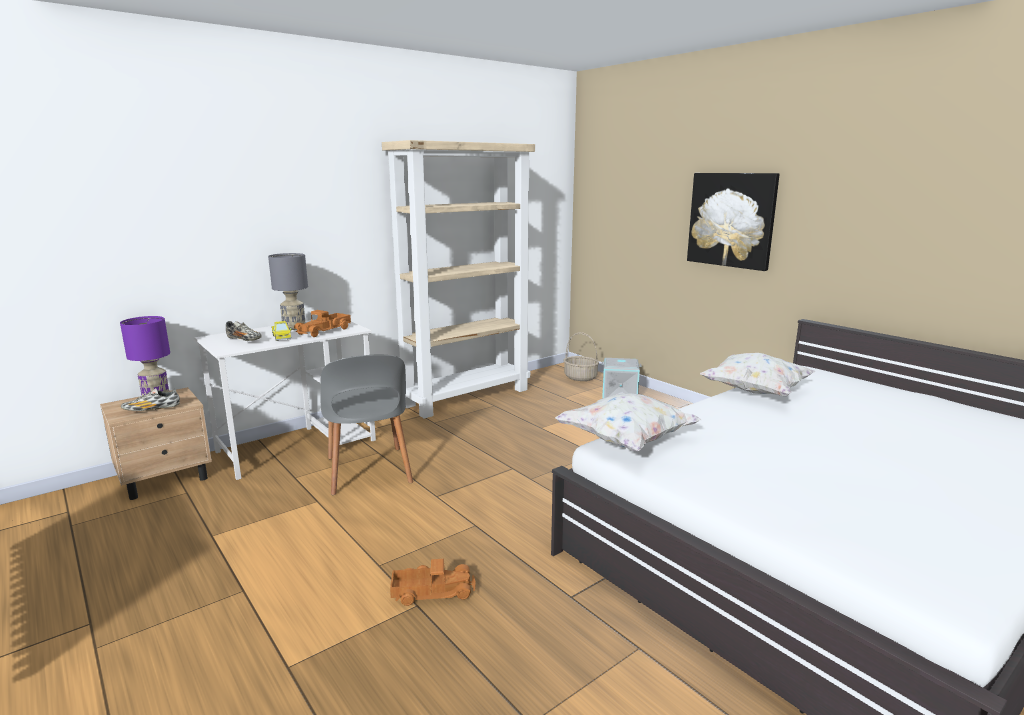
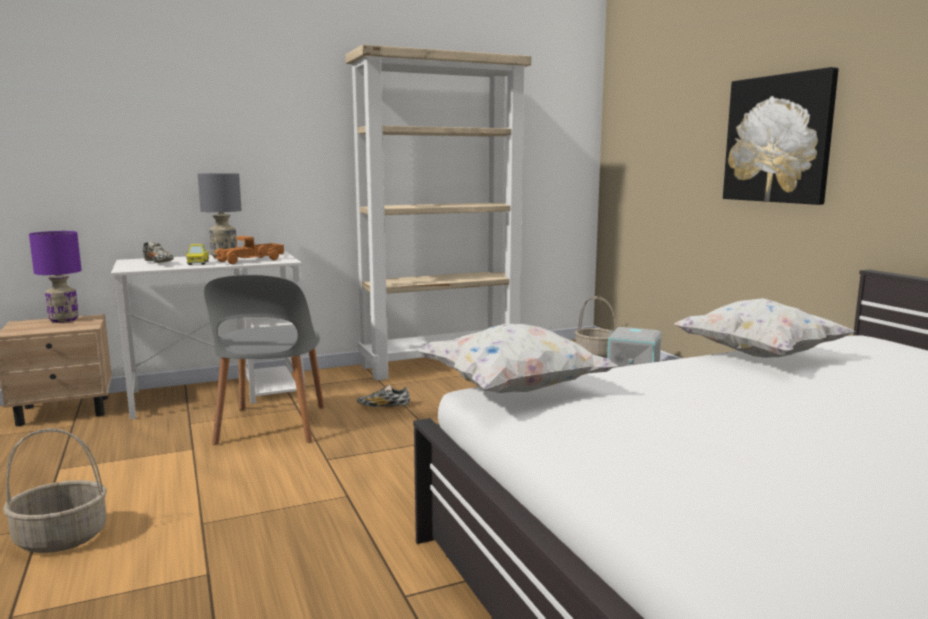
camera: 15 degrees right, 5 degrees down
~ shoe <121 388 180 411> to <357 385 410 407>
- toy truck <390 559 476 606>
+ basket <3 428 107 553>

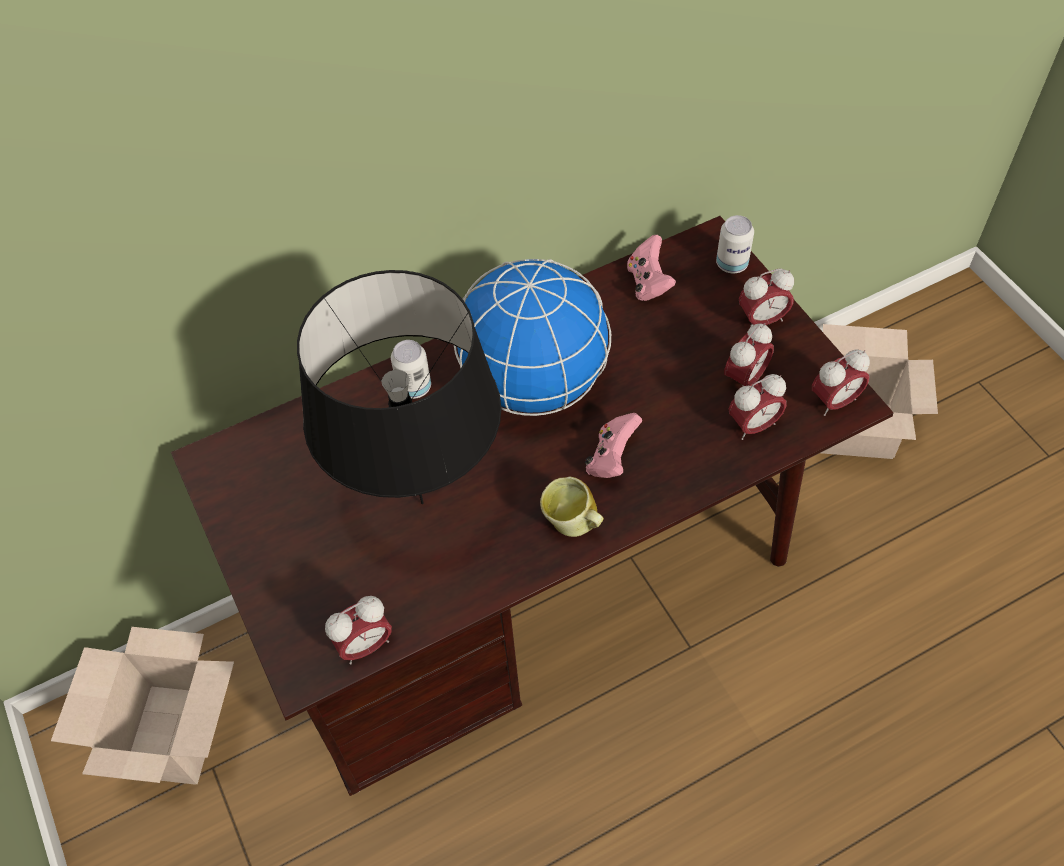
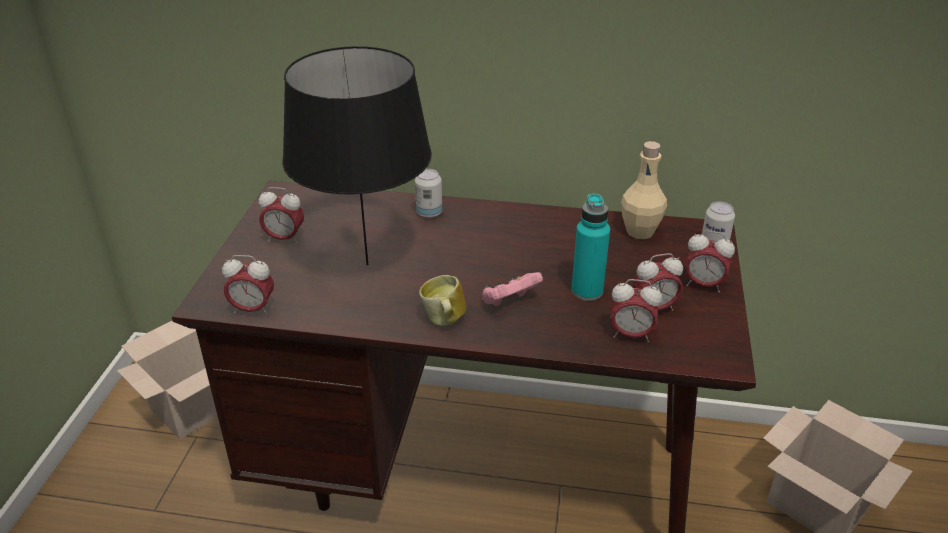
camera: 35 degrees right, 20 degrees down
- globe <454 259 611 416>
~ game controller in pink <627 235 676 301> to bottle in beige <621 141 667 239>
~ alarm clock <812 349 870 416> to <258 187 304 244>
+ bottle in turquoise <571 193 610 301>

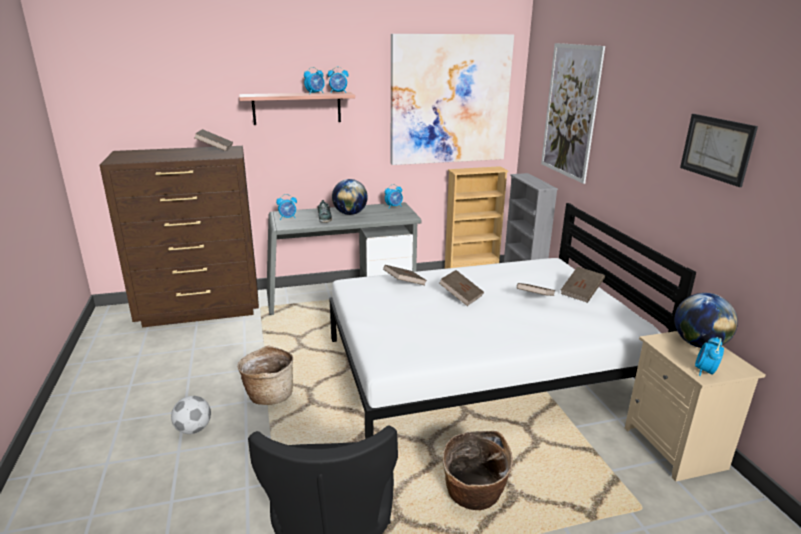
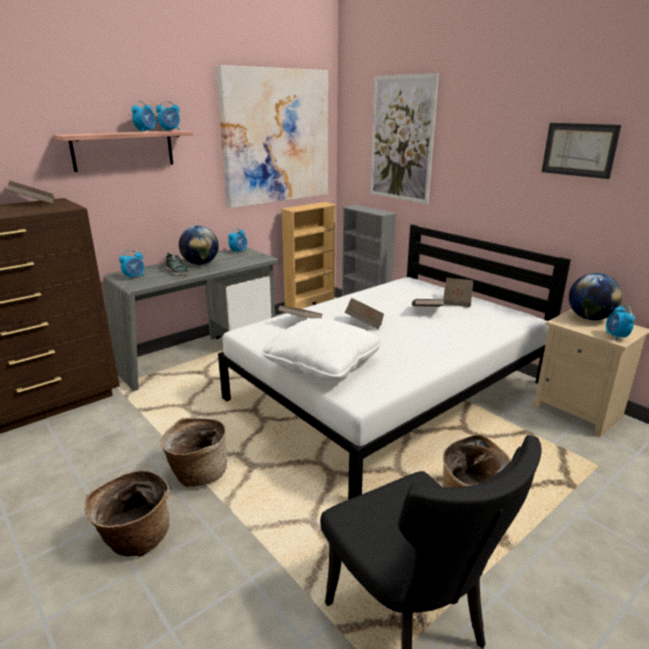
camera: 25 degrees left, 0 degrees up
~ football <171 396 211 434> to basket <85 471 170 557>
+ pillow in white <261 318 383 381>

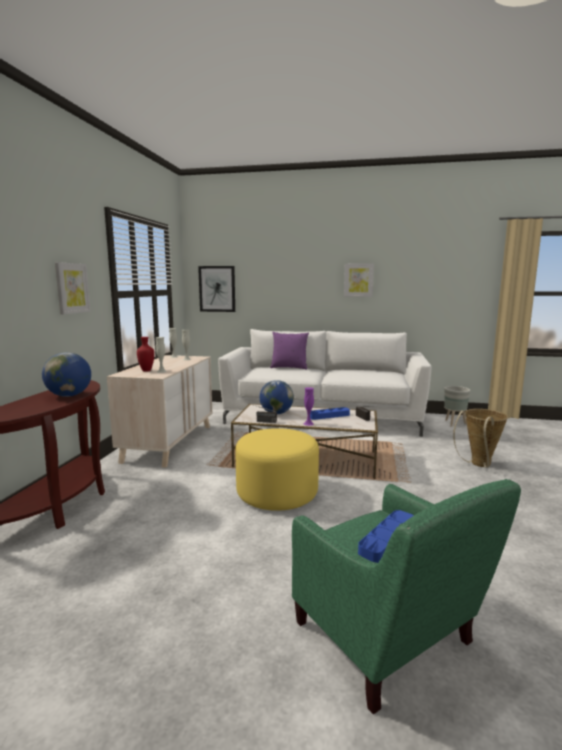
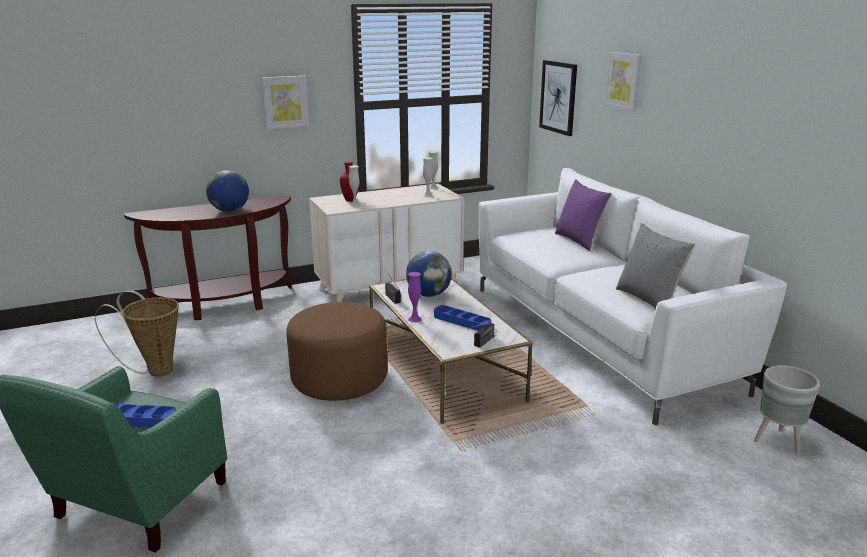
camera: 55 degrees right, 10 degrees up
~ ottoman in yellow <235 428 319 511> to ottoman in brown <287 302 388 401>
~ picture <344 263 374 297> to <604 52 642 111>
~ basket <453 409 508 468> to <95 290 179 377>
+ pillow in grey <616 223 695 308>

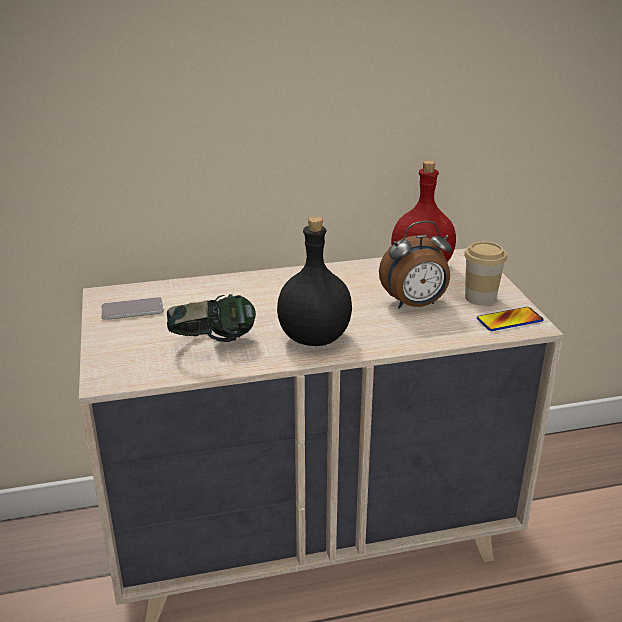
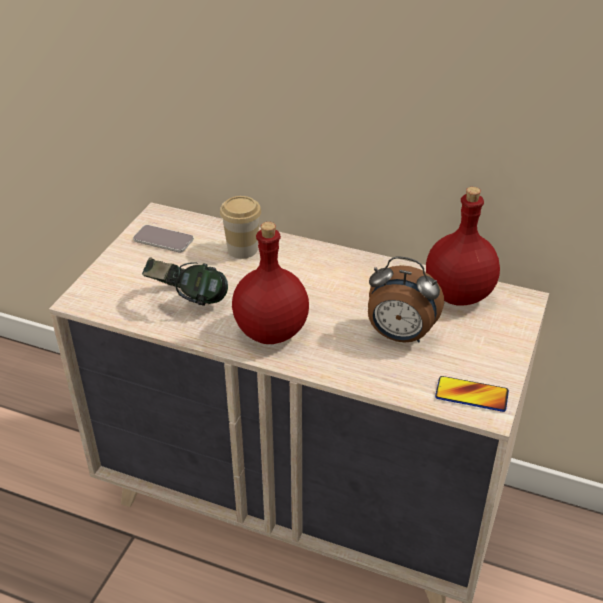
camera: 35 degrees right, 10 degrees up
~ bottle in black <277 217 352 346> to bottle in red <232 222 309 344>
~ cup <464 242 507 306> to <220 196 261 259>

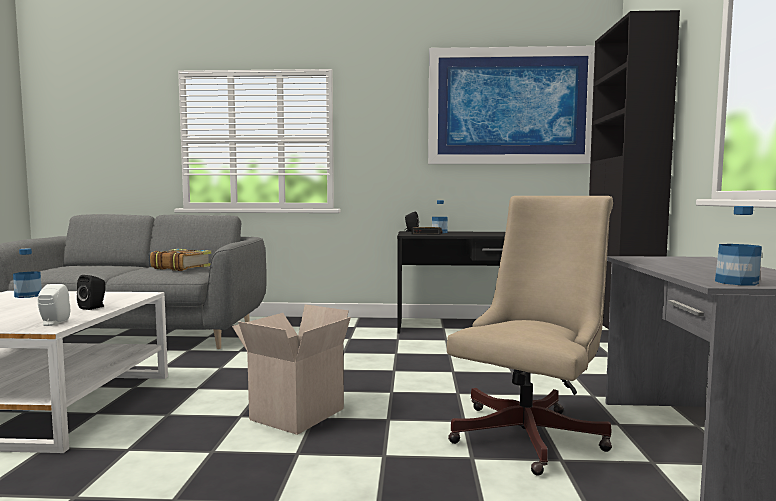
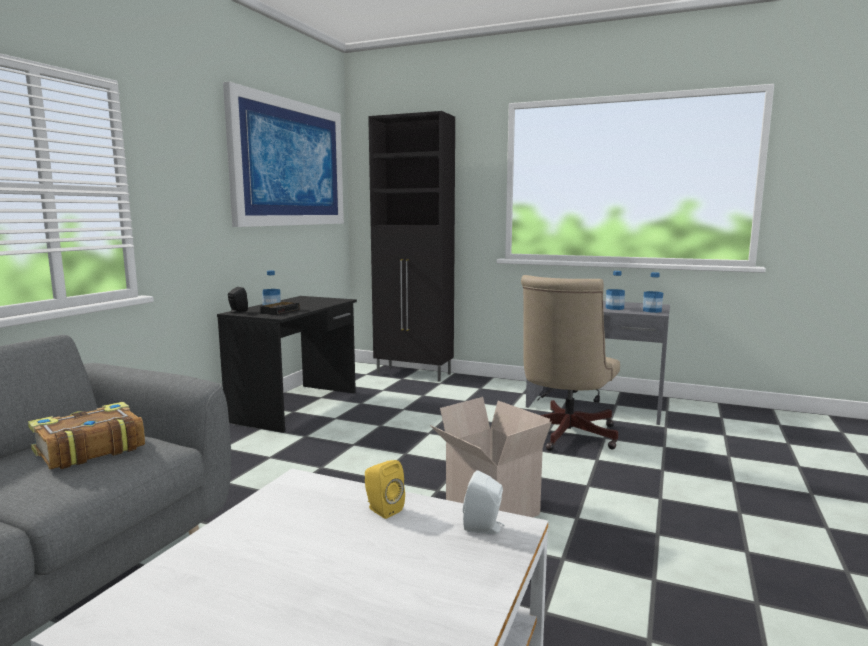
camera: 70 degrees left, 5 degrees up
~ bottle <13 248 42 298> to <606 271 625 310>
~ speaker in black <77 275 105 310> to speaker in yellow <365 460 405 519>
~ office chair in beige <447 196 613 476> = <521 275 620 451> 120 degrees counterclockwise

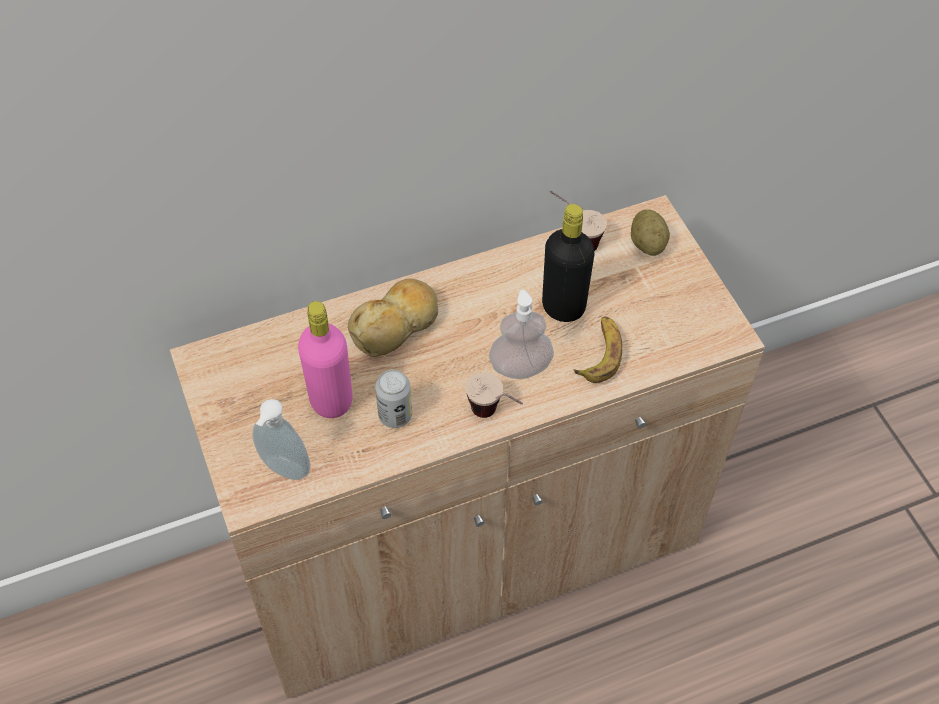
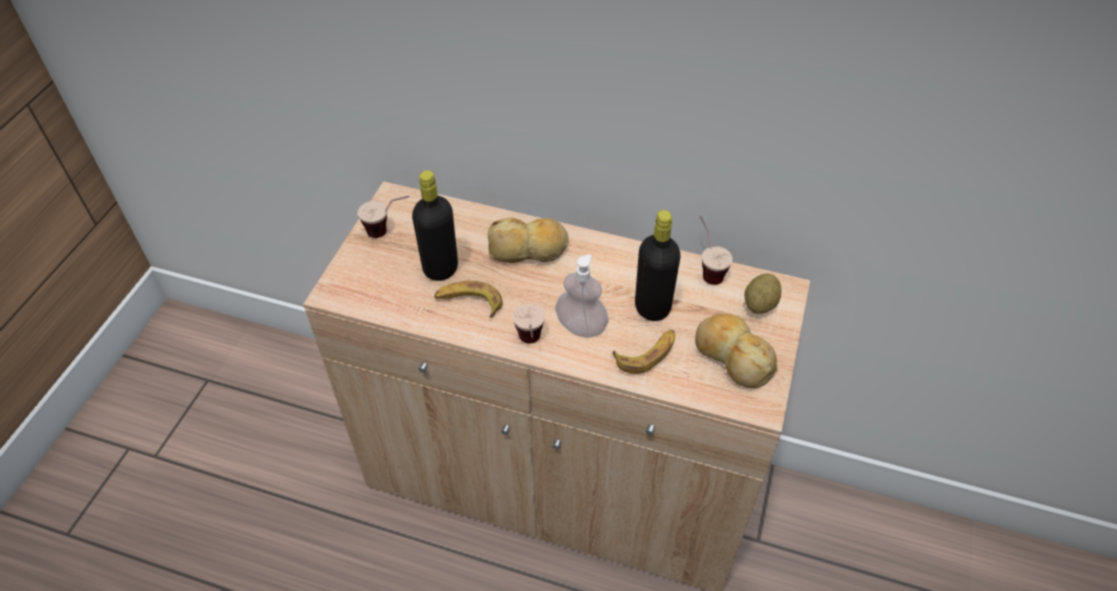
camera: 40 degrees right, 5 degrees down
- soap dispenser <252 399 311 480>
~ bottle in pink <298 301 352 418> to bottle in black <412 170 458 281>
~ can <375 370 412 428> to banana <434 281 503 318>
+ cup <357 196 409 238>
+ bread <695 314 778 389>

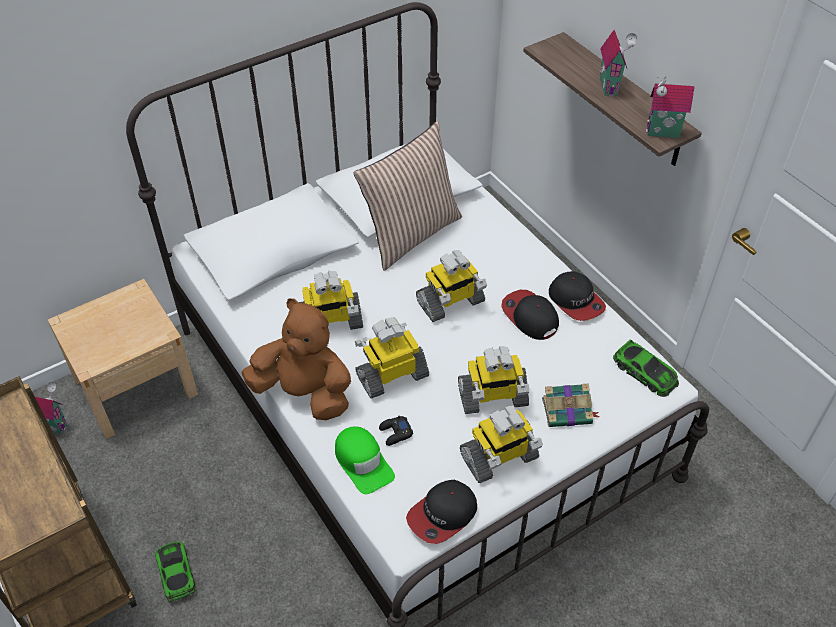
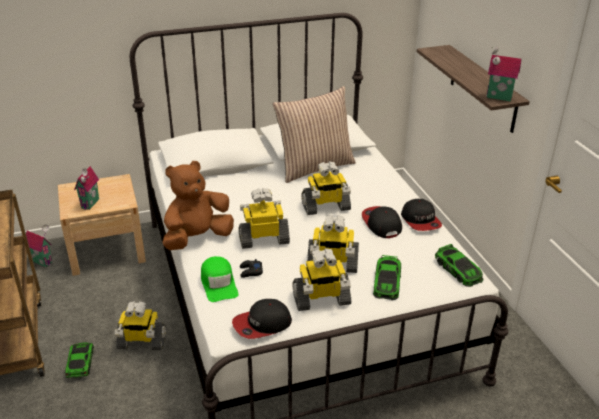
camera: 15 degrees right, 15 degrees down
~ plush toy in brown <242 298 351 420> = <162 161 234 250> 75 degrees counterclockwise
~ toy robot <299 271 363 330> to <115 301 167 350>
~ book <542 383 599 427> to toy car <373 255 401 300>
~ toy house <600 30 637 97> to <74 166 99 210>

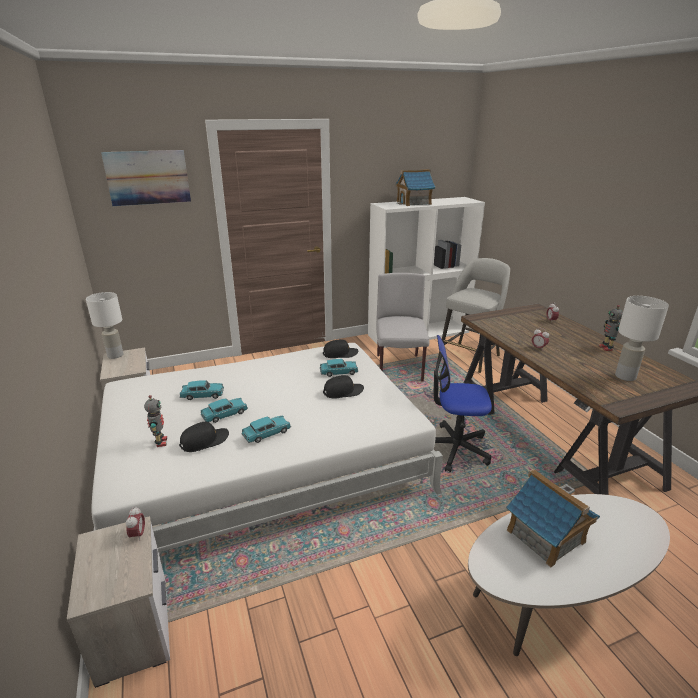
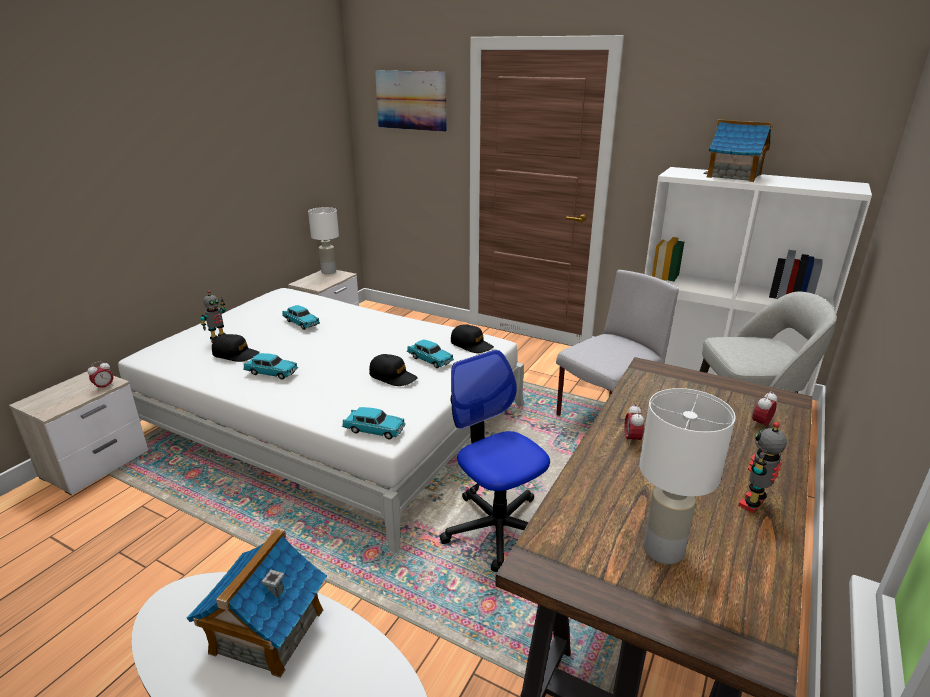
camera: 50 degrees right, 0 degrees up
~ toy car in turquoise <200 398 248 423> to <342 407 406 439>

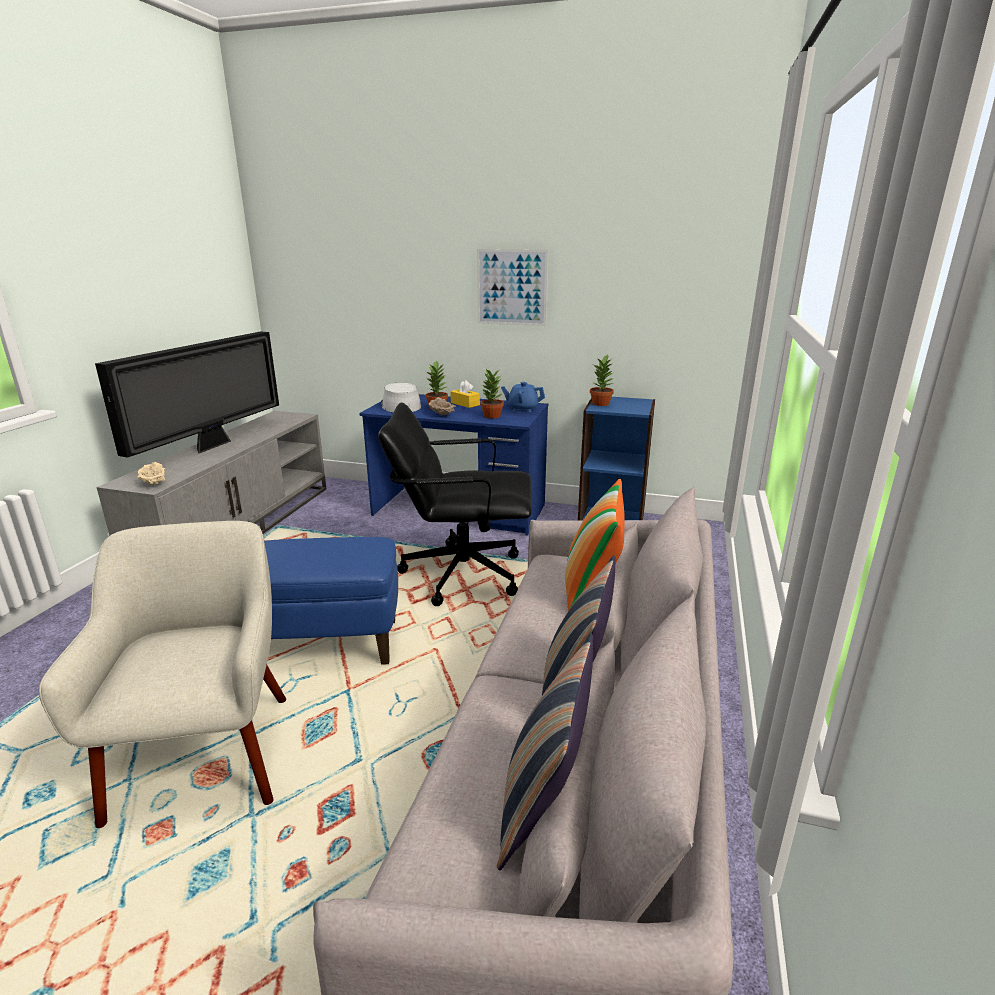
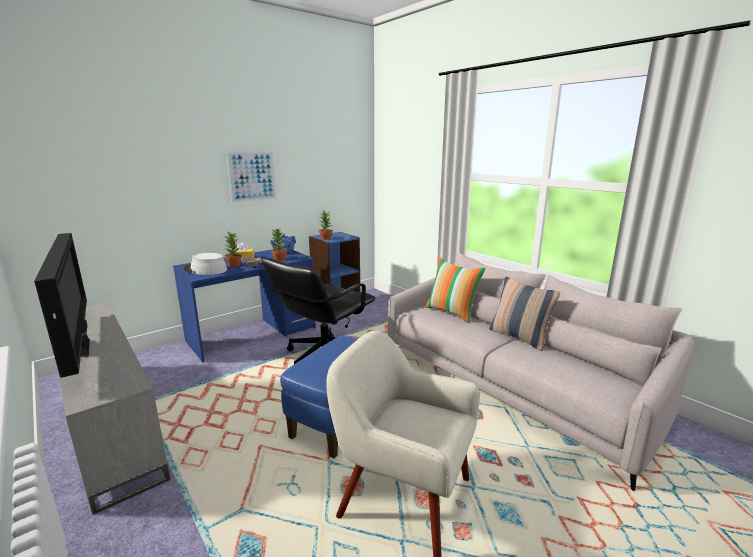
camera: 55 degrees left, 5 degrees down
- bowl in beige <137 462 165 485>
- pillow <497 634 593 871>

